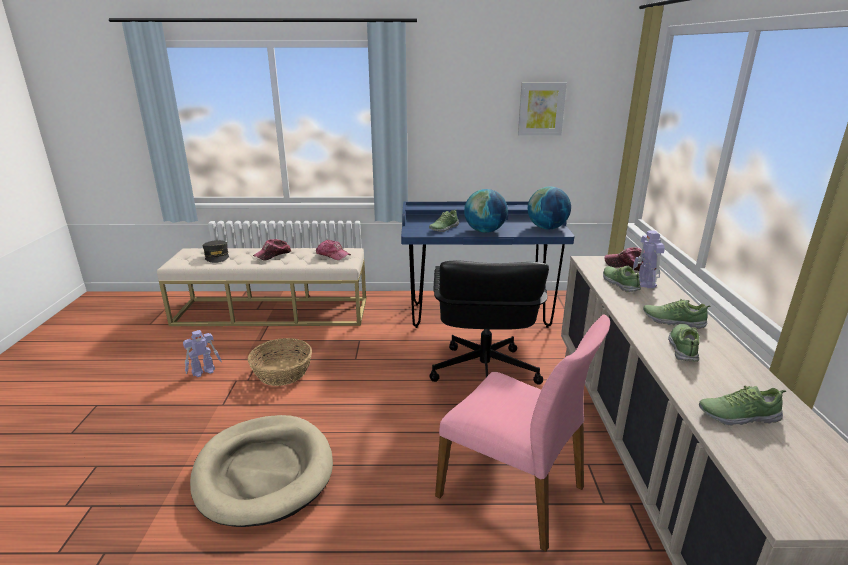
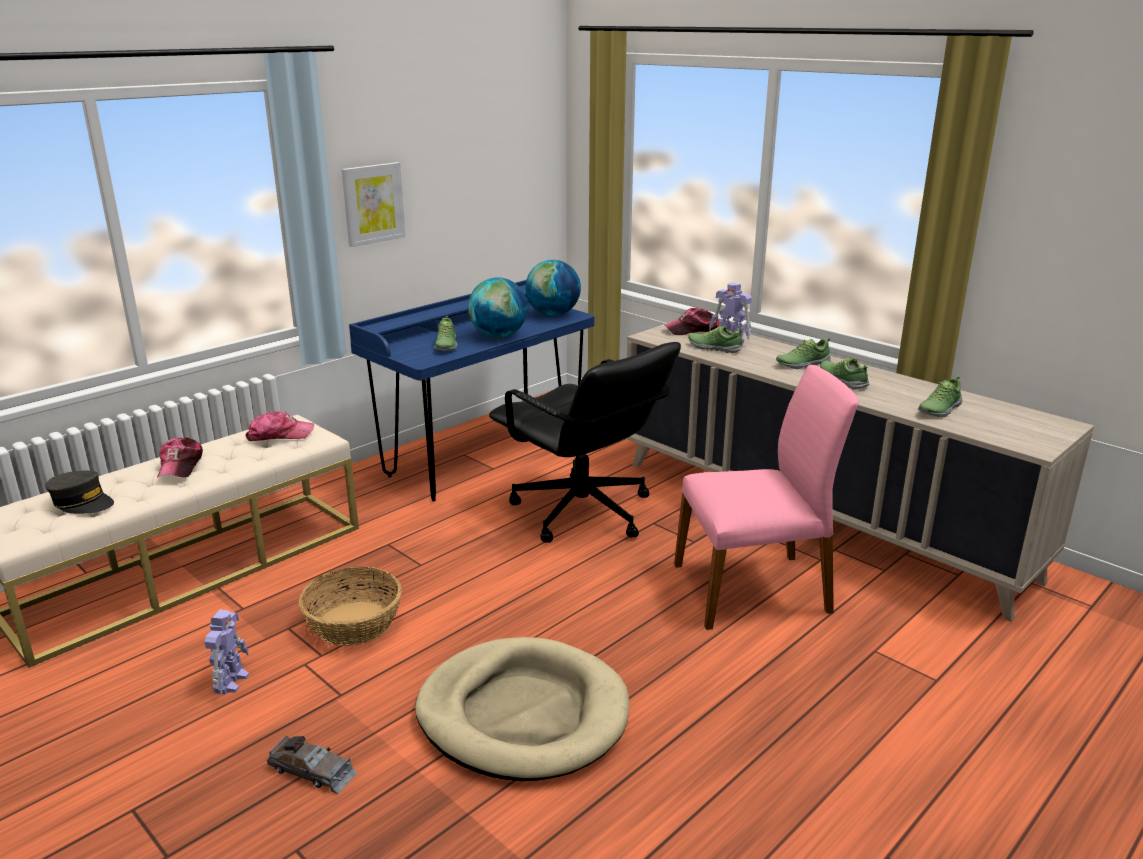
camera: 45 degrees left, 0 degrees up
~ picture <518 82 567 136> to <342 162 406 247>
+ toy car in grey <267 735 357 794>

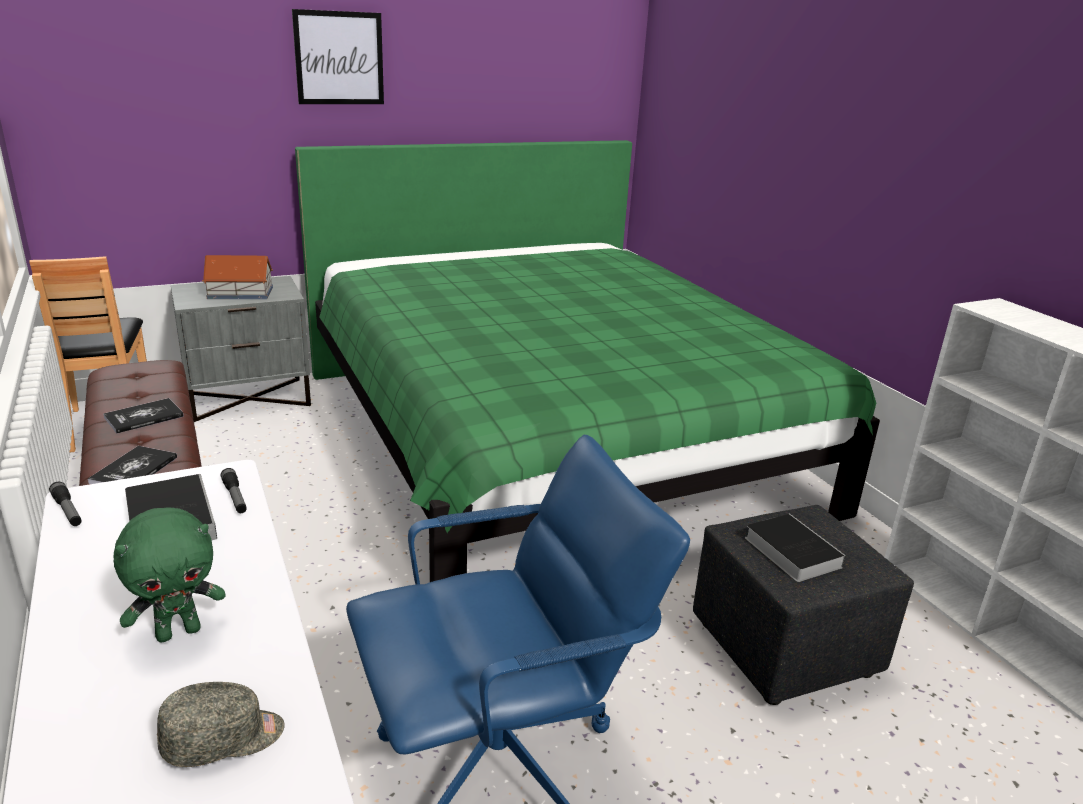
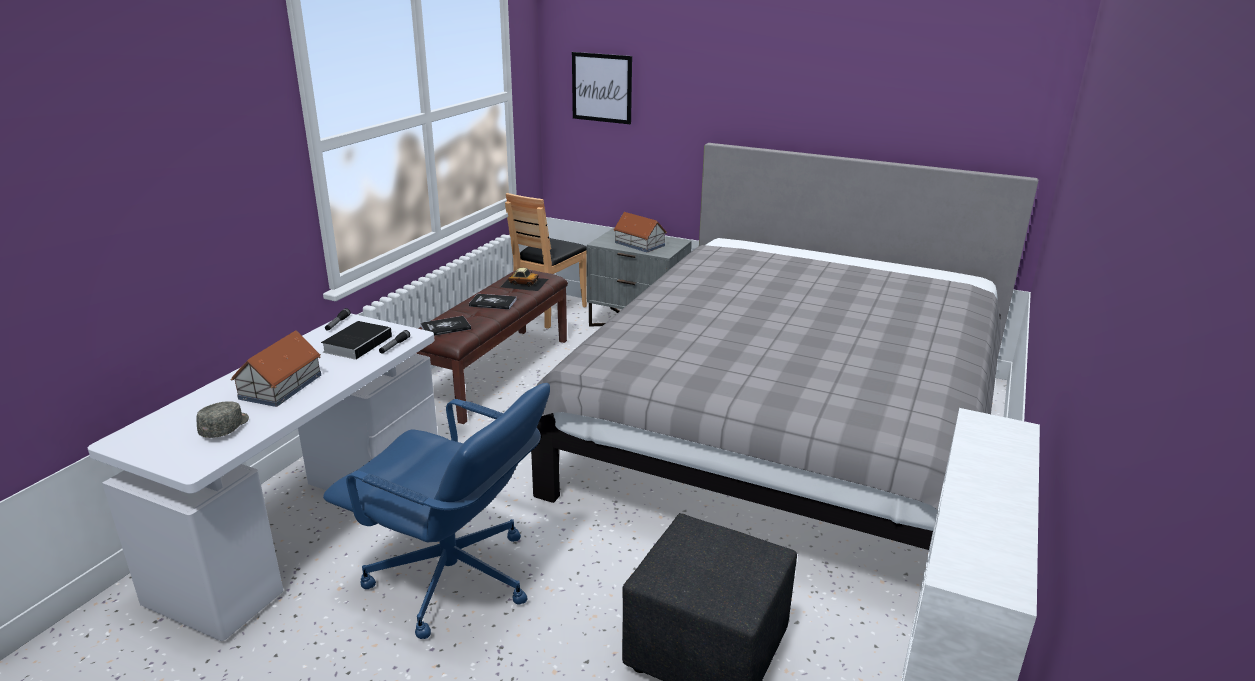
camera: 50 degrees right, 0 degrees up
~ plush toy in green <113 508 226 643> to toy house <230 330 321 407>
~ cap in grey <157 682 284 767> = <197 401 249 438> 105 degrees counterclockwise
~ picture <292 9 384 104> to <572 52 632 124>
~ bed in green <295 140 880 582> to bed in grey <531 143 1038 550>
- book <745 514 846 582>
+ toy car <501 268 548 291>

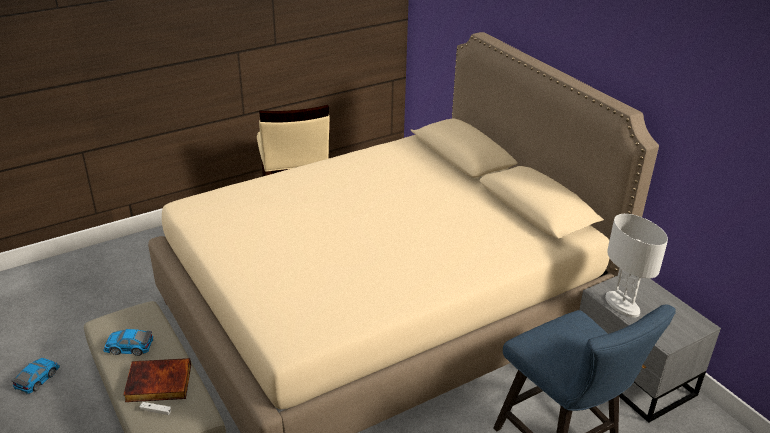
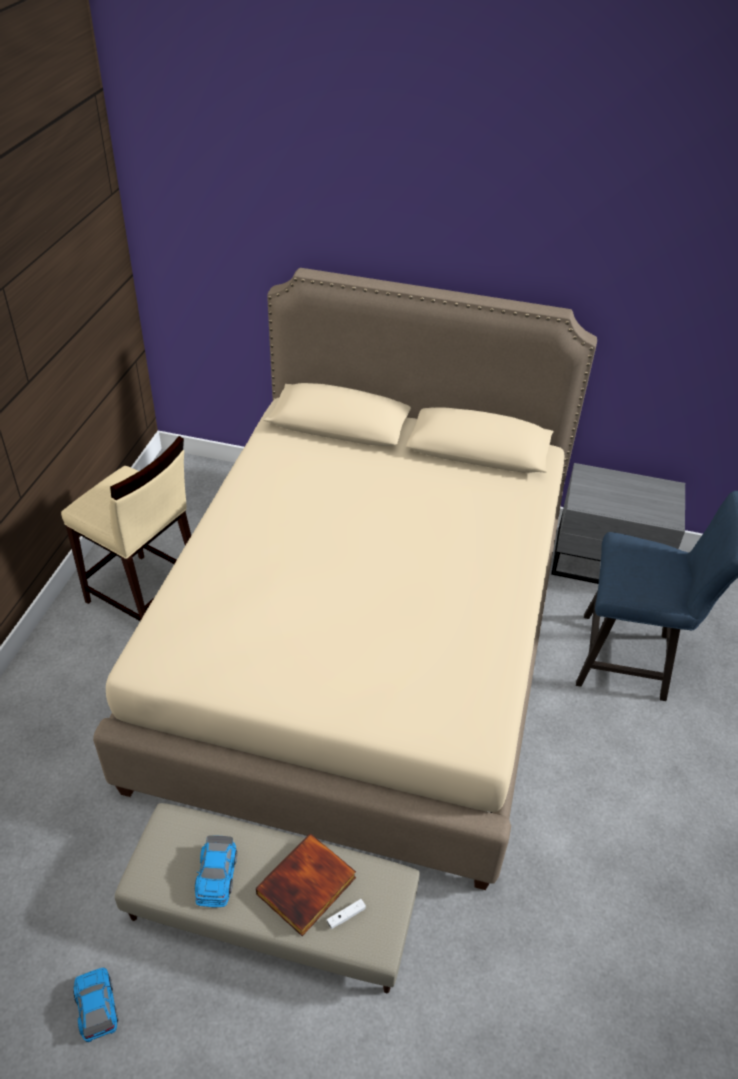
camera: 45 degrees left, 10 degrees up
~ toy car <103 329 153 356> = <195 835 237 908> 45 degrees counterclockwise
- table lamp in white <605 214 668 318>

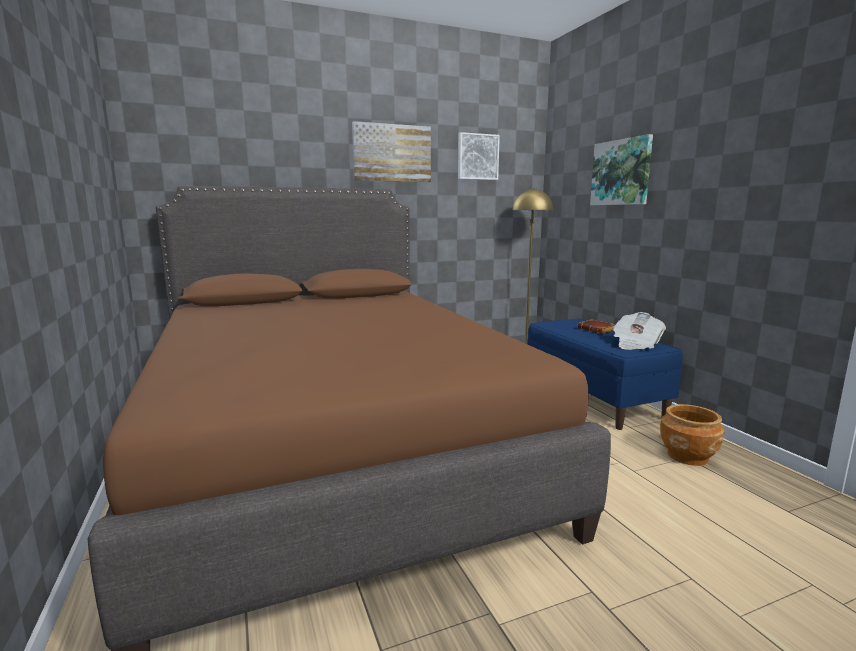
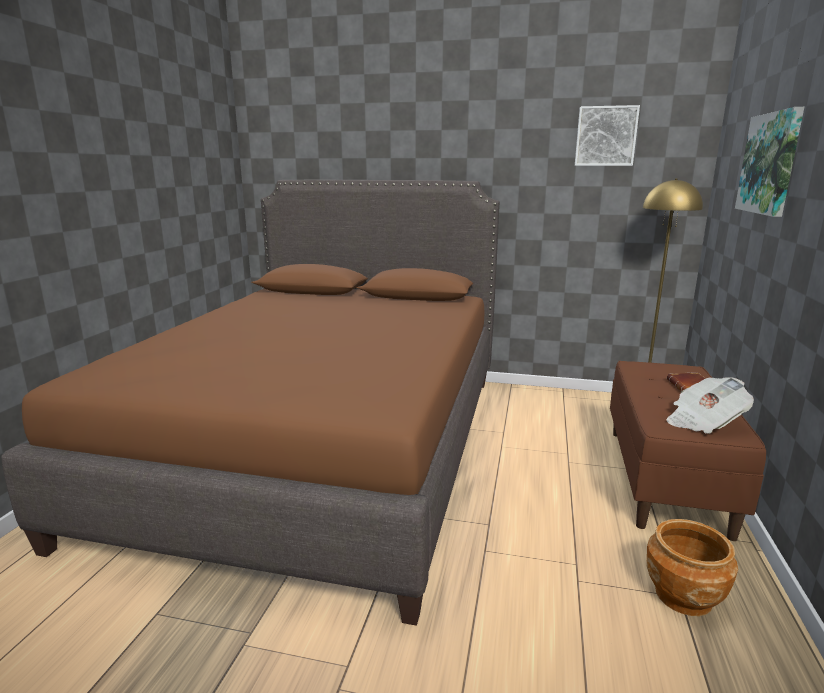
camera: 35 degrees right, 5 degrees up
- picture <352 121 431 182>
~ bench in blue <528 319 683 430> to bench in brown <610 361 766 541>

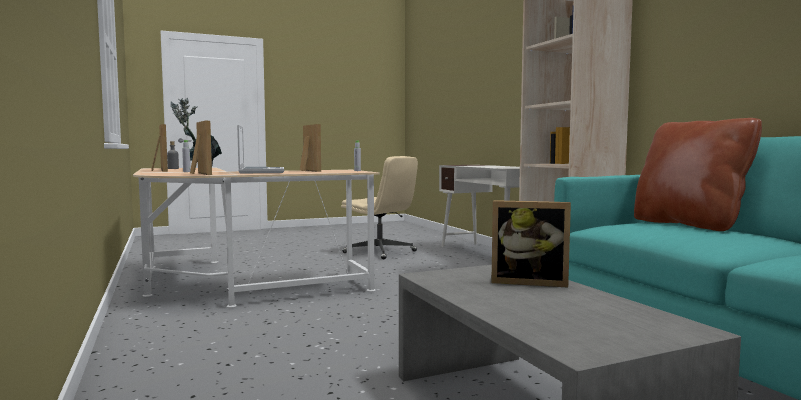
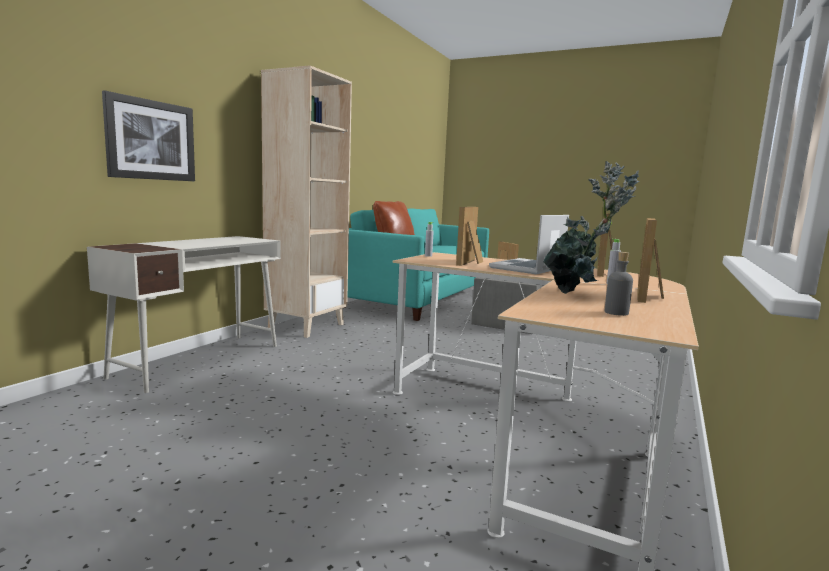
camera: 130 degrees left, 5 degrees up
- office chair in beige <341 156 418 259>
+ picture <102 91 195 181>

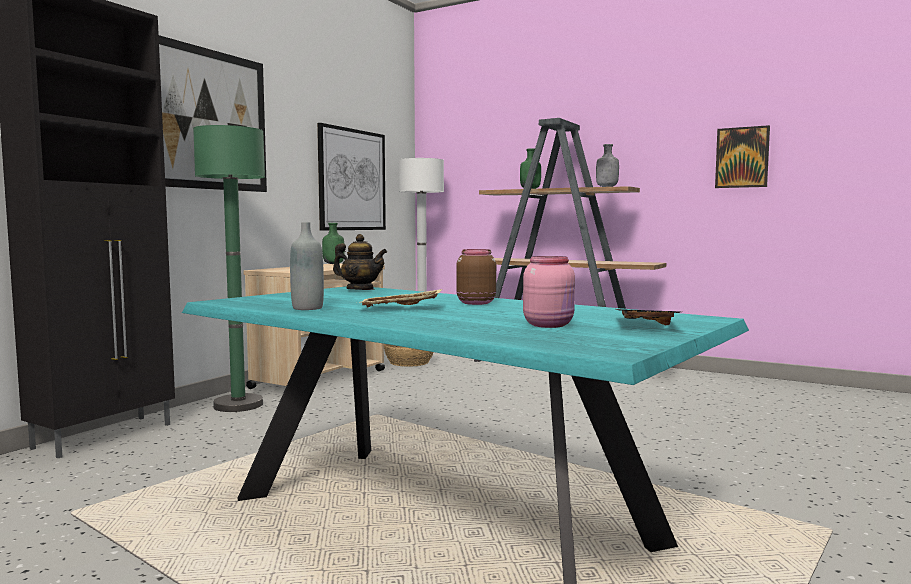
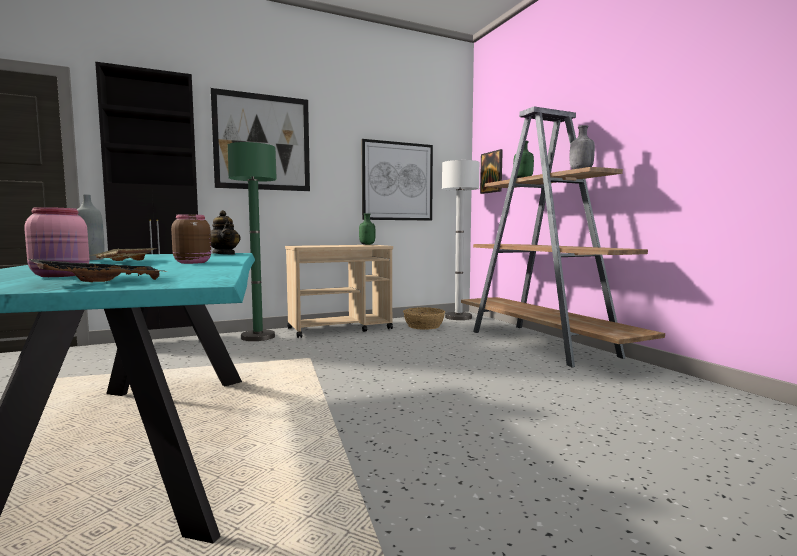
camera: 35 degrees right, 0 degrees up
~ picture <715 125 770 188> to <480 149 503 194>

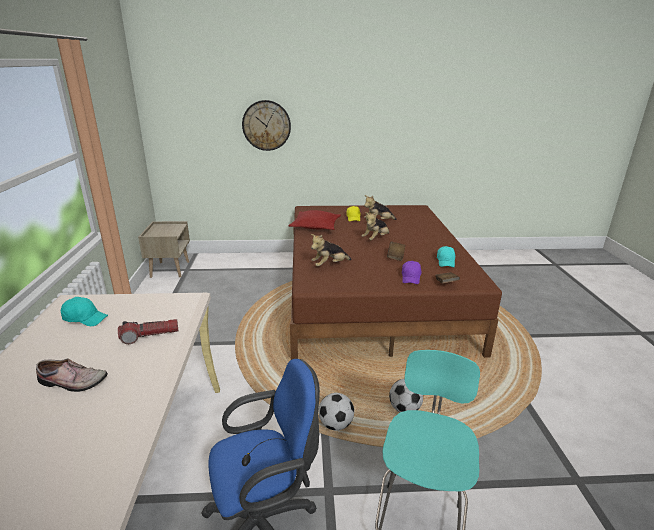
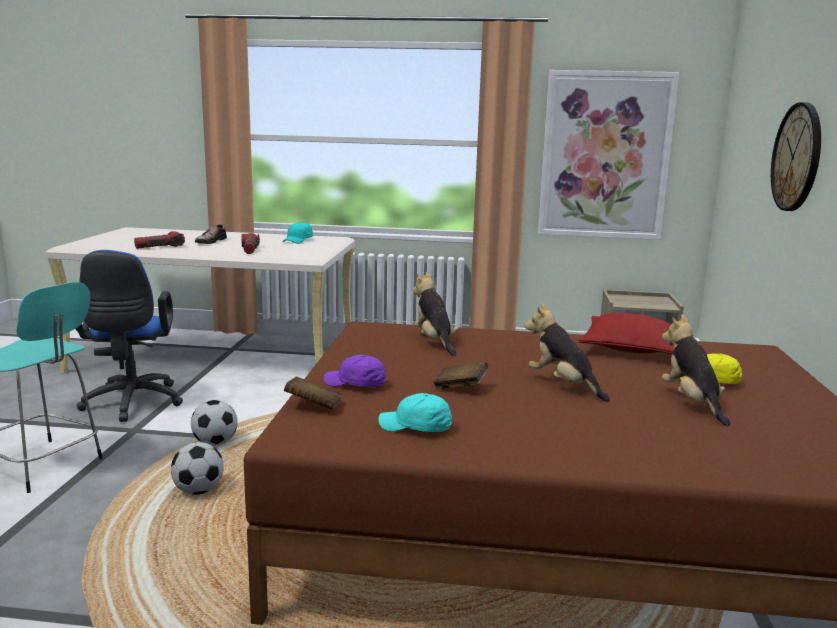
camera: 100 degrees right, 10 degrees down
+ flashlight <134 231 185 249>
+ picture <538 70 680 240>

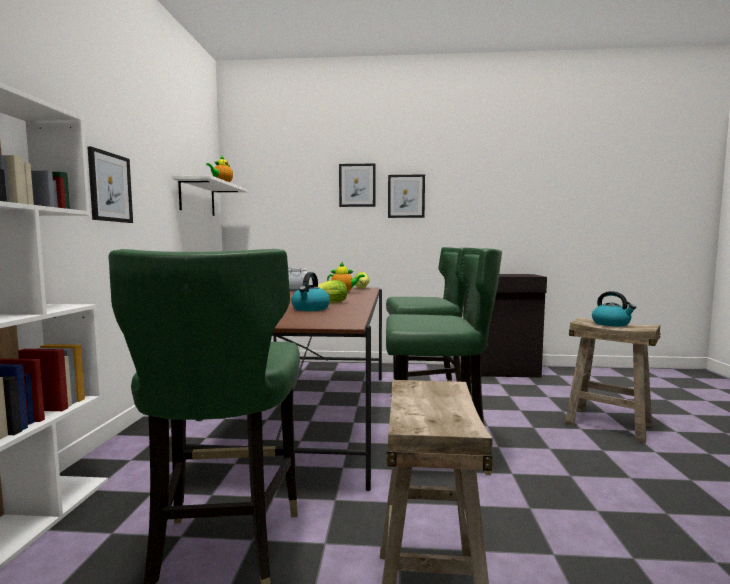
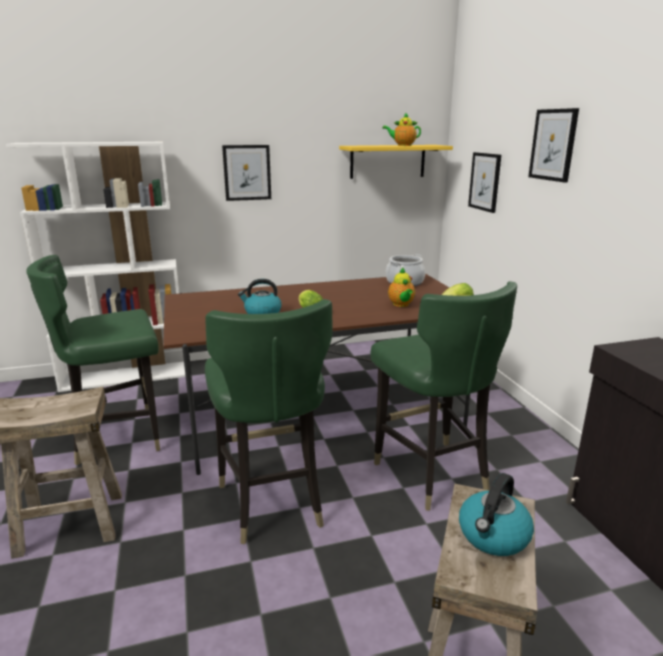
camera: 70 degrees right, 15 degrees up
~ shelf in white <172 175 248 216> to shelf in yellow <339 145 453 179>
~ picture <388 174 425 218> to <468 152 501 213>

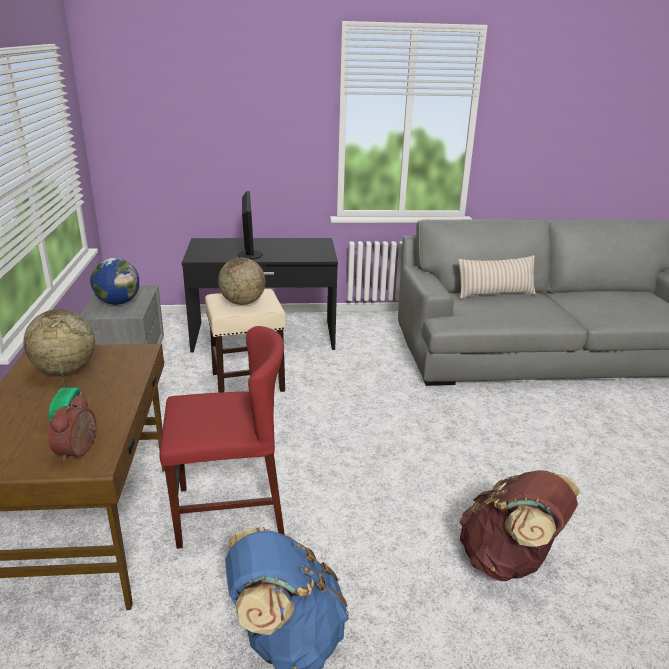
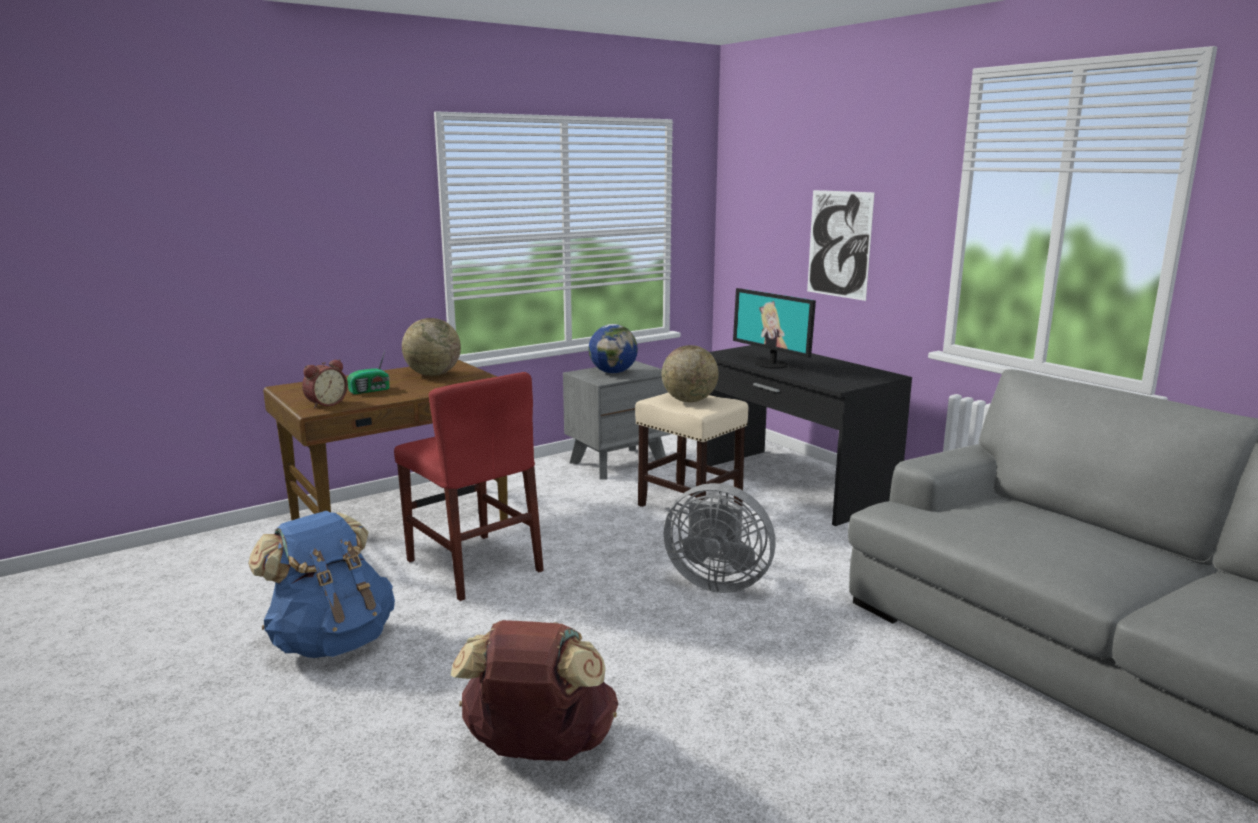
camera: 60 degrees right, 10 degrees down
~ alarm clock <48 394 96 462> = <302 359 348 408> 150 degrees clockwise
~ monitor <238 191 263 260> = <733 288 816 369> 90 degrees clockwise
- pillow in beige <458 255 536 299>
+ fan in grey <664 483 776 593>
+ picture <807 190 875 301>

